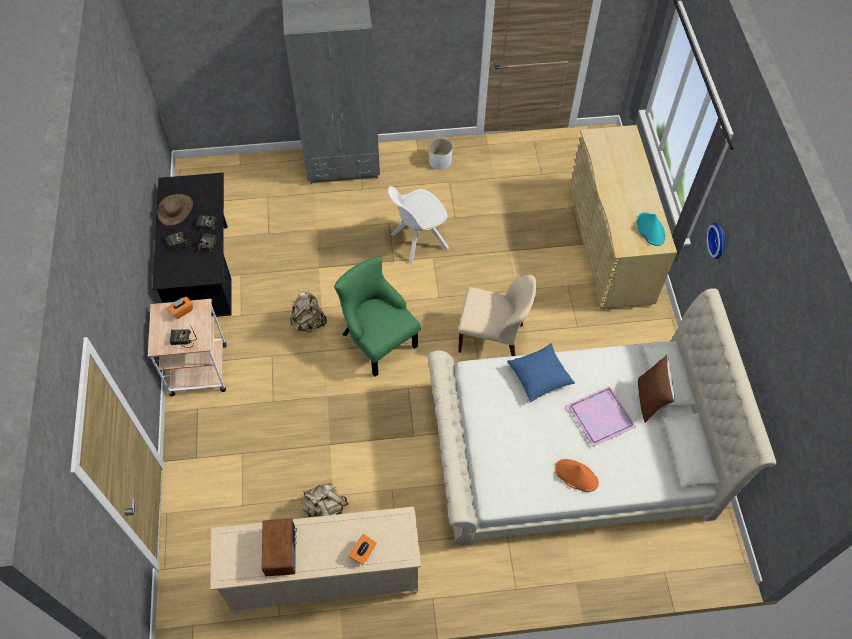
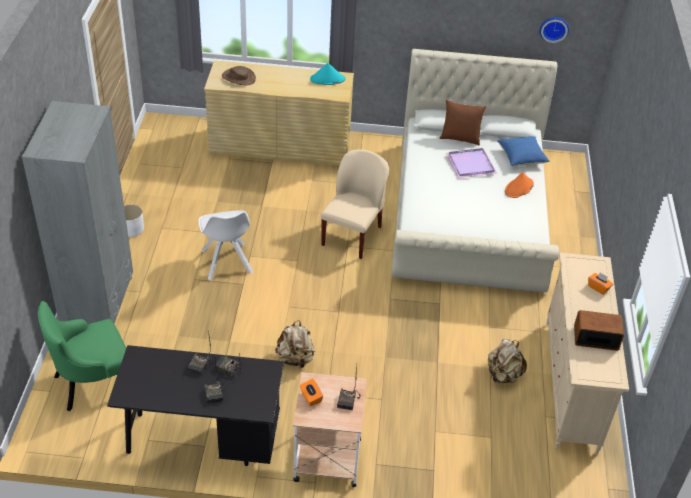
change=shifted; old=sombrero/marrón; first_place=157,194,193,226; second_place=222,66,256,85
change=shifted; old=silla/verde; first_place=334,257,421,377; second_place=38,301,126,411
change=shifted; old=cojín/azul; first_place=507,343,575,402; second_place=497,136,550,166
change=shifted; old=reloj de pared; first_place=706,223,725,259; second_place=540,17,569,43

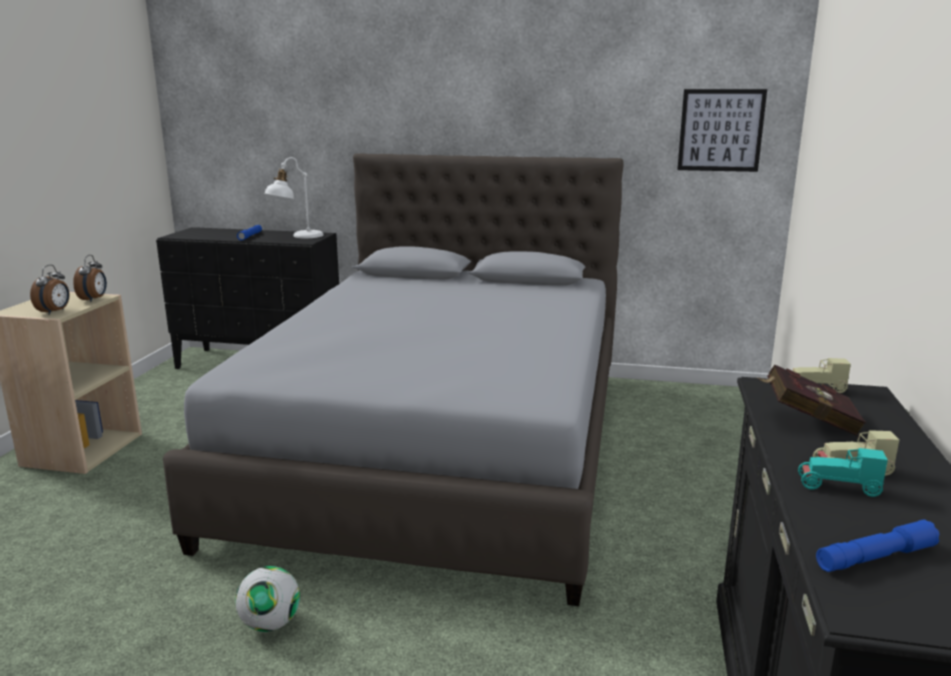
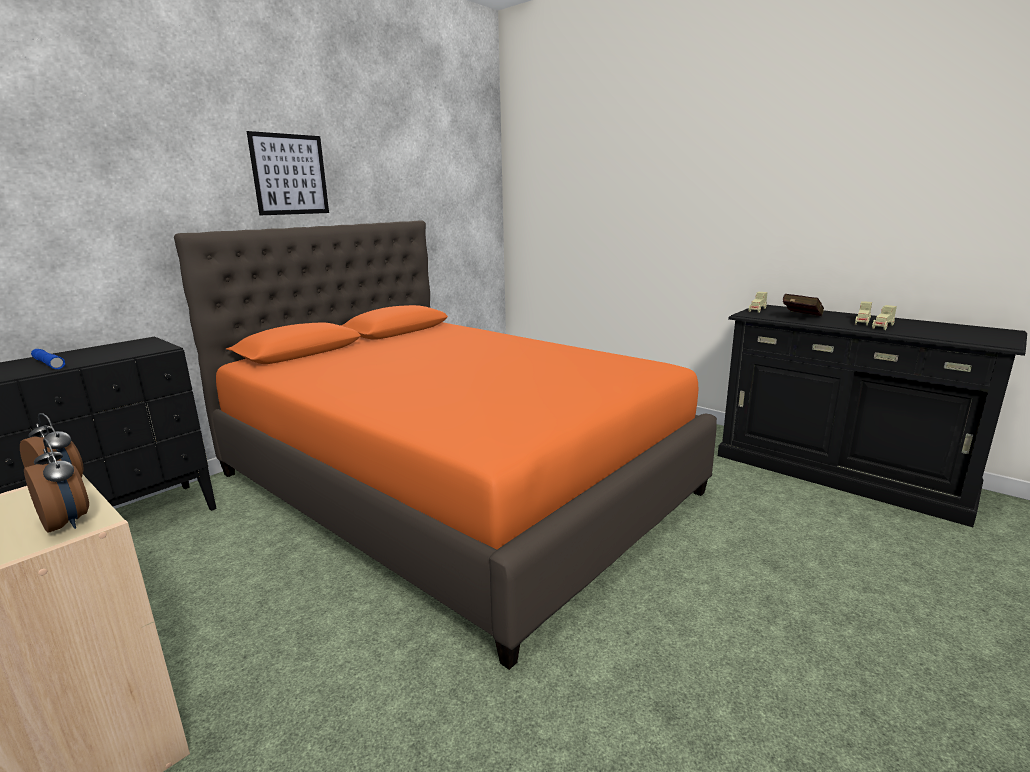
change=gone; old=balón de fútbol; first_place=235,566,300,632
change=gone; old=lámpara de mesa/blanco; first_place=264,157,323,238
change=gone; old=linterna/azul; first_place=816,520,940,572
change=shifted; old=cuadro; first_place=677,89,767,172; second_place=247,131,329,215
change=repainted; old=cama/gris; new=cama/naranja; first_place=163,153,624,606; second_place=174,220,717,670
change=repainted; old=coche de juguete/turquesa; new=coche de juguete/beis; first_place=798,448,888,497; second_place=872,305,897,330

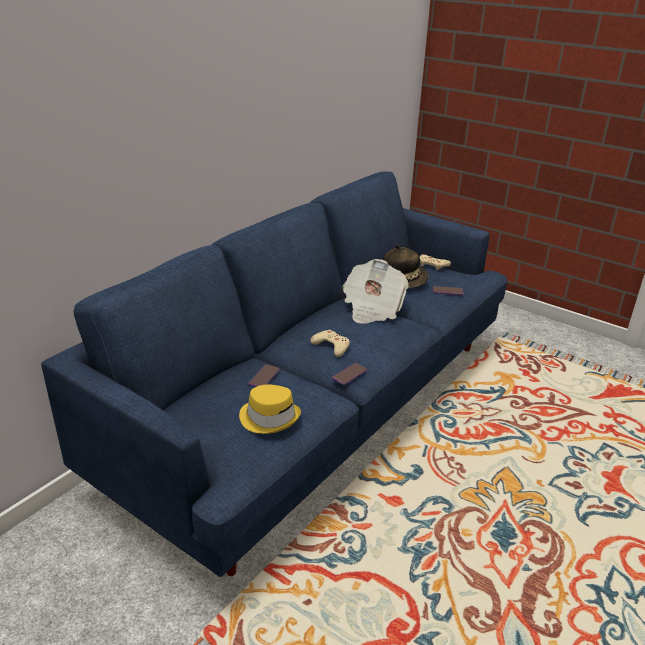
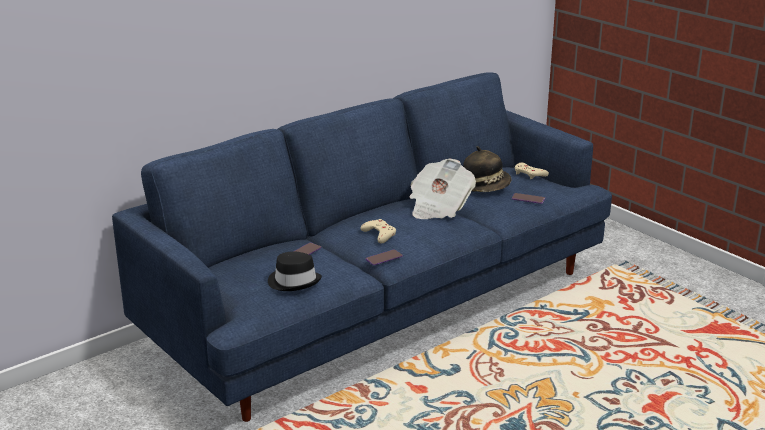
change=repainted; old=sombrero/amarillo; new=sombrero/negro; first_place=239,385,301,434; second_place=268,251,322,291

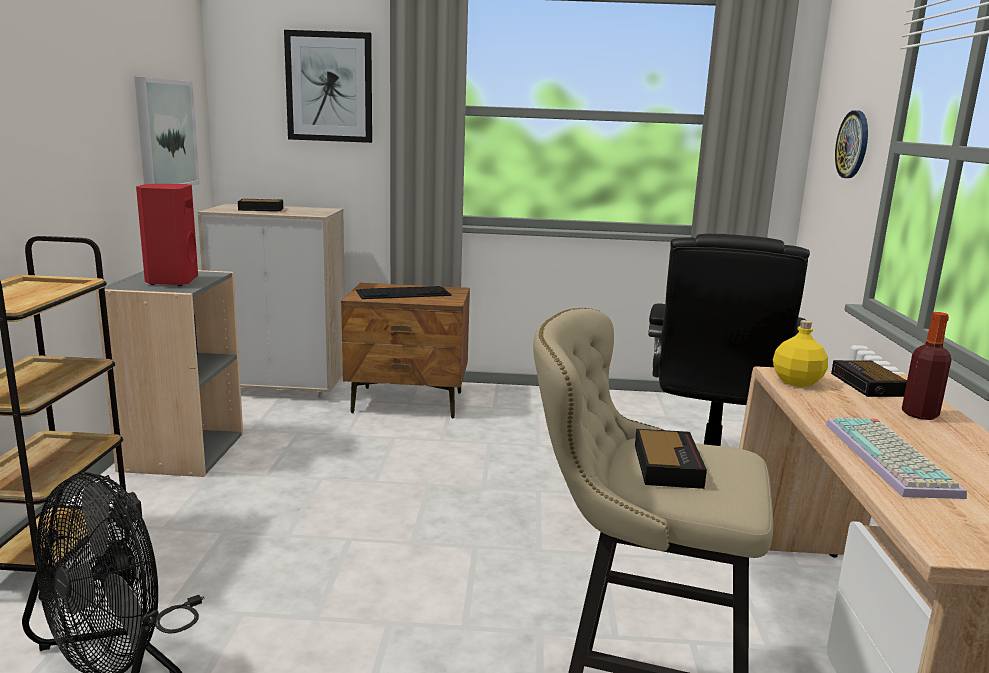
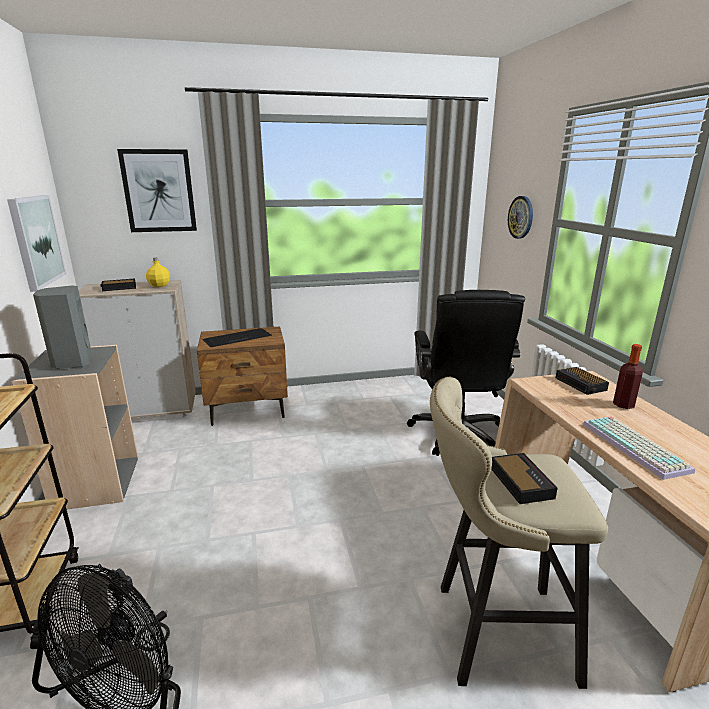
change=shifted; old=botella/amarillo; first_place=773,320,828,387; second_place=146,258,170,287
change=repainted; old=altavoz/rojo; new=altavoz/gris; first_place=136,184,198,286; second_place=33,285,92,369

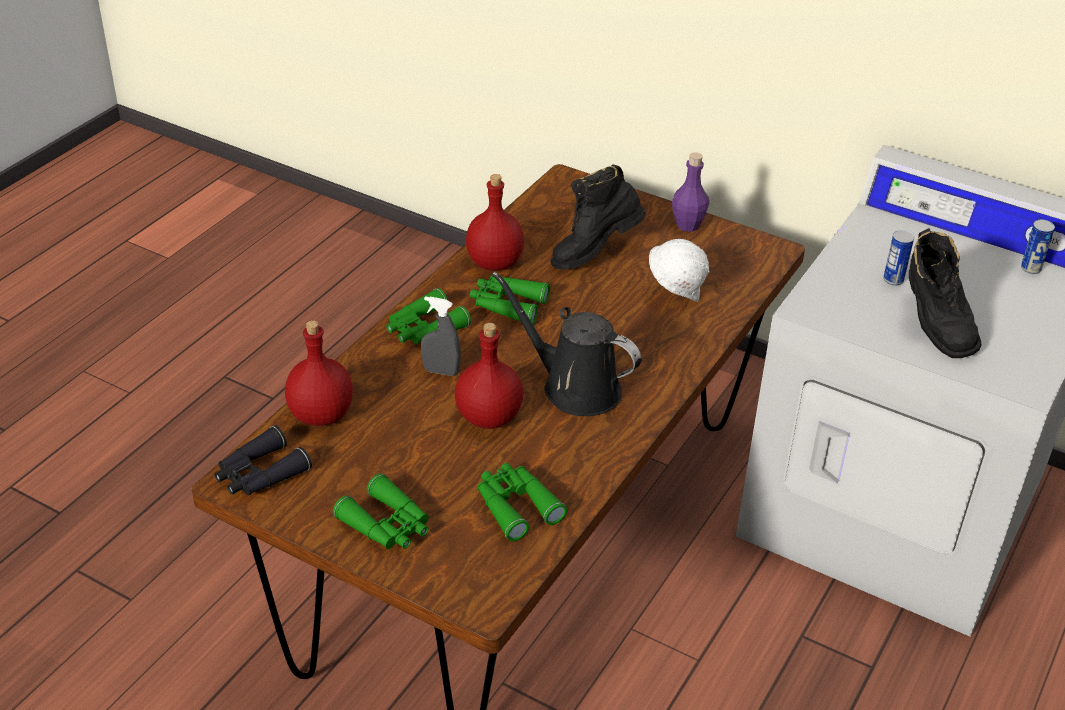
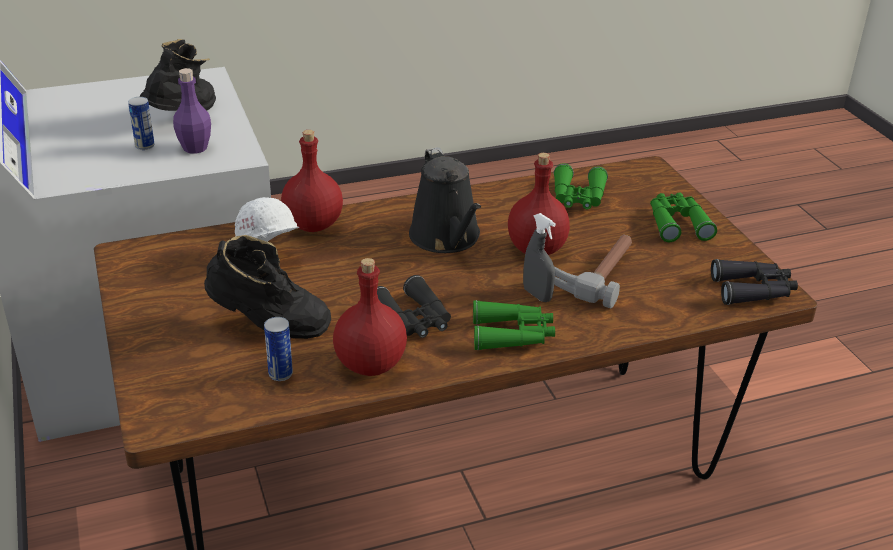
change=new; new=martillo; second_place=554,235,632,308
change=shifted; old=botella/rojo; first_place=285,320,353,426; second_place=281,130,343,232
change=shifted; old=botella/morado; first_place=672,152,709,232; second_place=173,68,211,154
change=shifted; old=lata; first_place=1021,220,1055,274; second_place=264,317,293,381
change=repainted; old=prismáticos/verde; new=prismáticos/negro; first_place=470,275,550,324; second_place=377,275,451,338

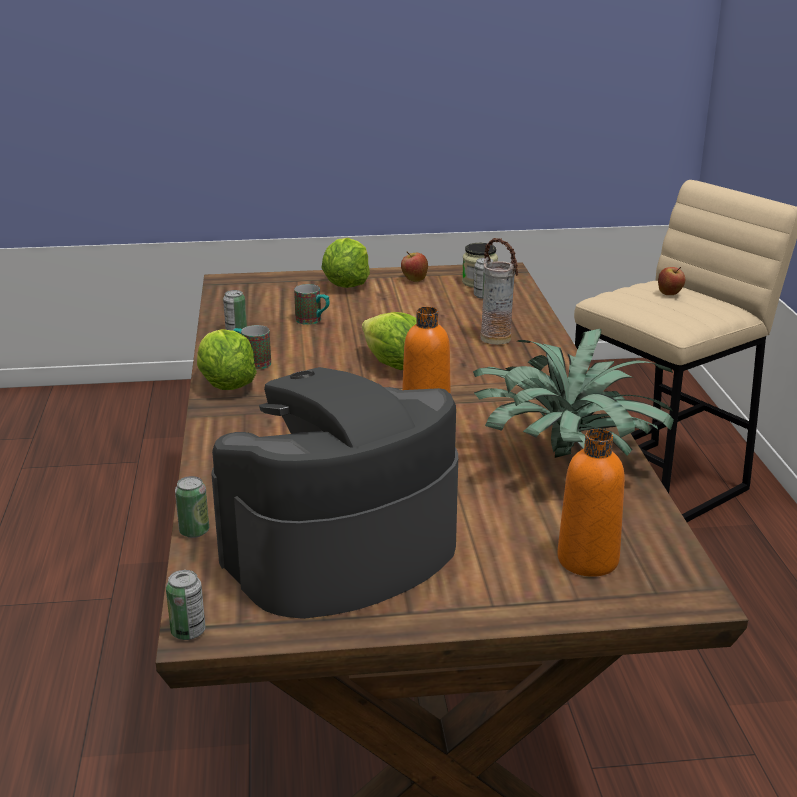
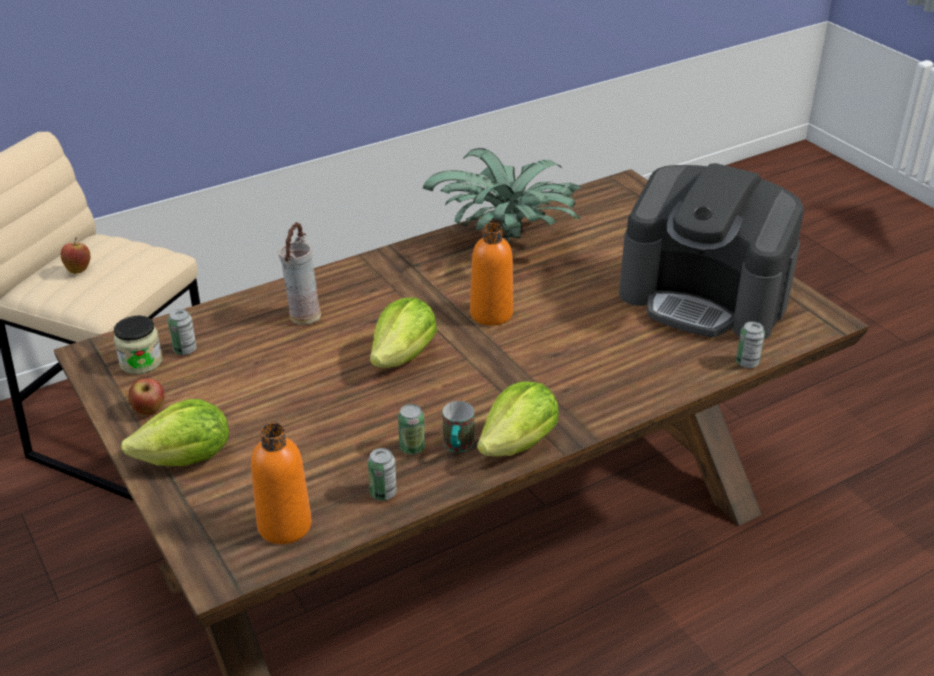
change=gone; old=taza grande; first_place=294,284,330,325
change=shifted; old=lata; first_place=166,570,205,640; second_place=398,404,425,455
change=shifted; old=botella/naranja; first_place=557,429,625,577; second_place=251,423,312,544

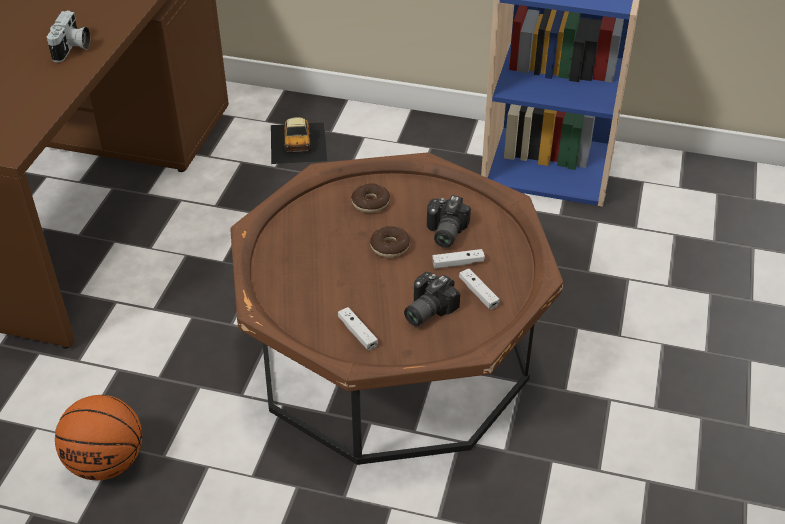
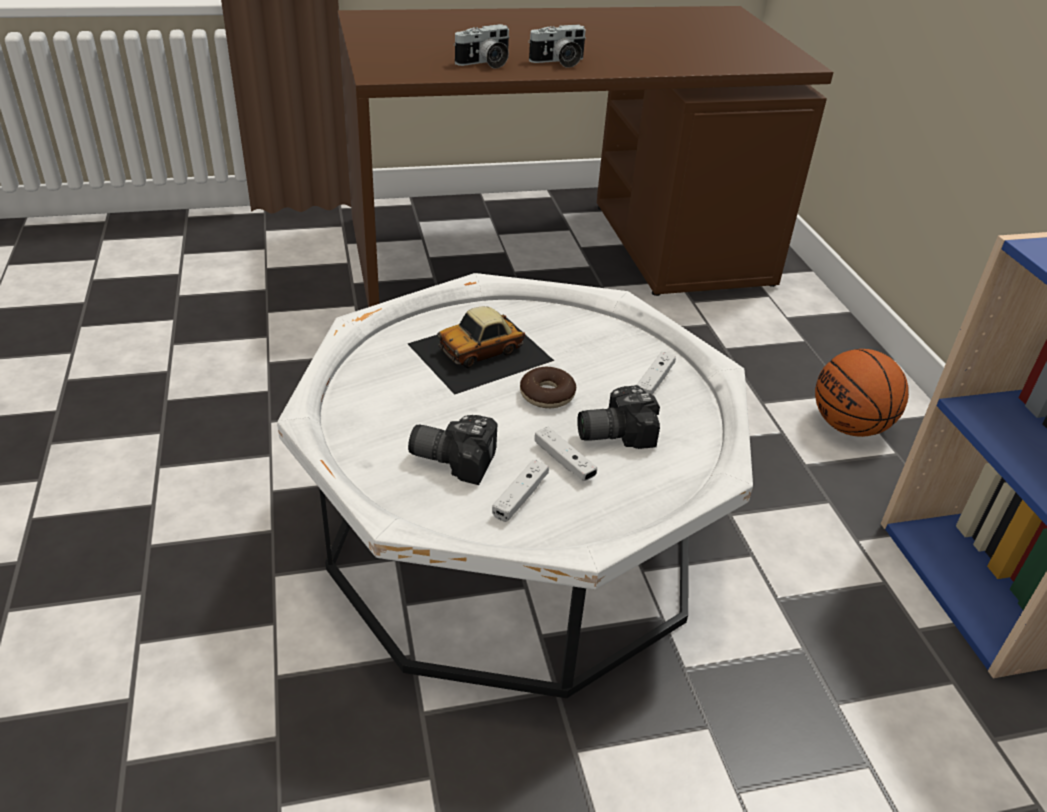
change=gone; old=rosquilla; first_place=351,183,390,213
change=new; new=cámara; second_place=453,24,509,69
change=shifted; old=balón de baloncesto; first_place=55,395,142,480; second_place=815,349,909,437
change=shifted; old=coche de juguete; first_place=271,117,327,164; second_place=408,306,554,395
change=shifted; old=mando de consola/blanco; first_place=338,307,378,350; second_place=637,352,676,394
change=repainted; old=mesa de centro/marrón; new=mesa de centro/blanco; first_place=230,152,563,465; second_place=277,273,753,698

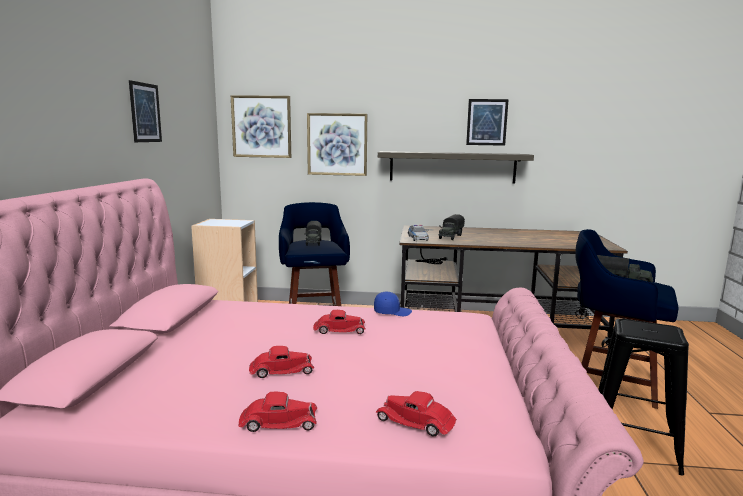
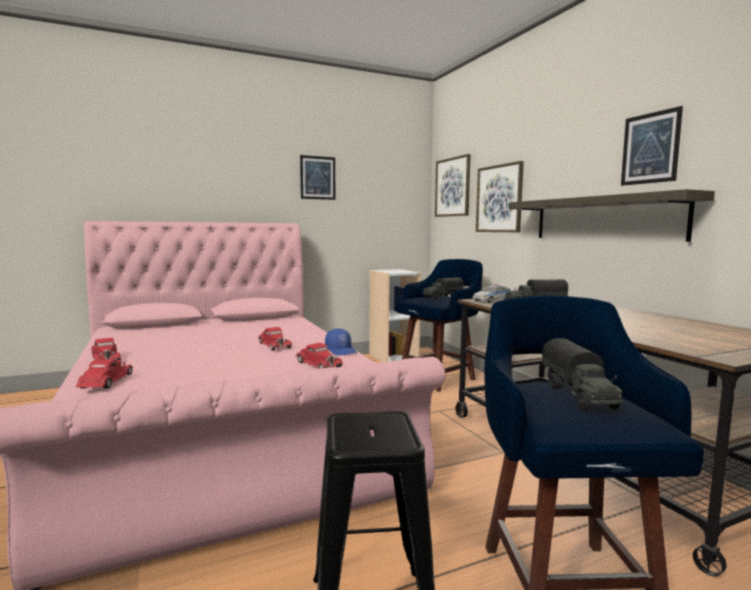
change=shifted; old=coche de juguete/rojo; first_place=249,346,314,378; second_place=295,343,343,369

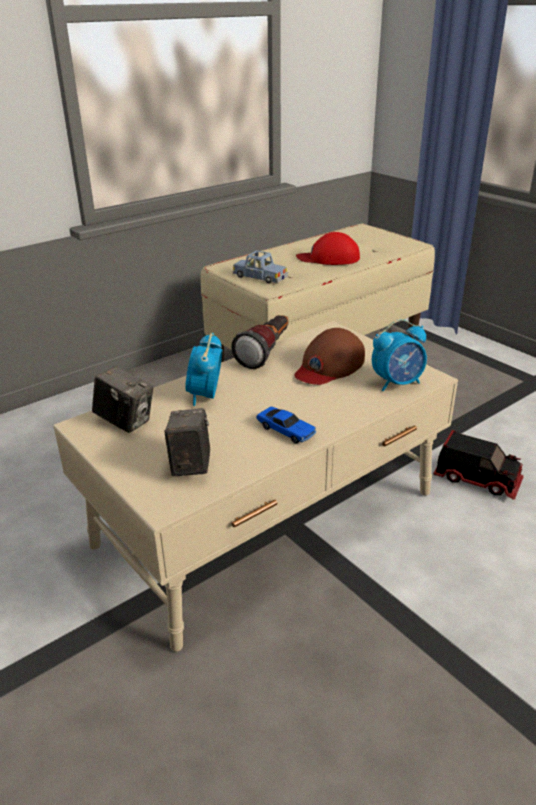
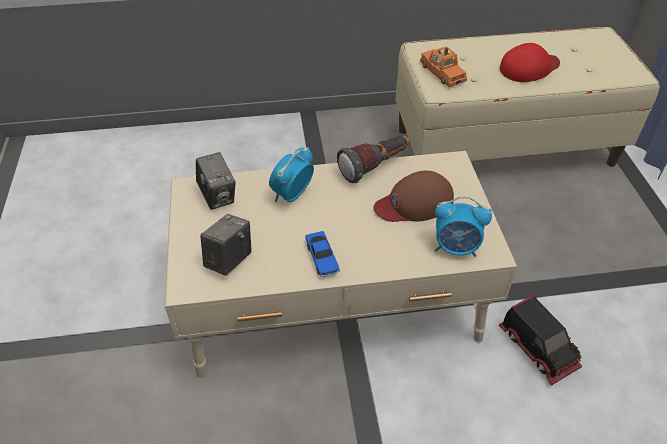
change=repainted; old=coche de juguete/azul; new=coche de juguete/naranja; first_place=233,250,288,283; second_place=420,46,467,87
change=rotated; old=gorra/rojo; first_place=296,232,360,265; second_place=500,43,560,82; degrees=120

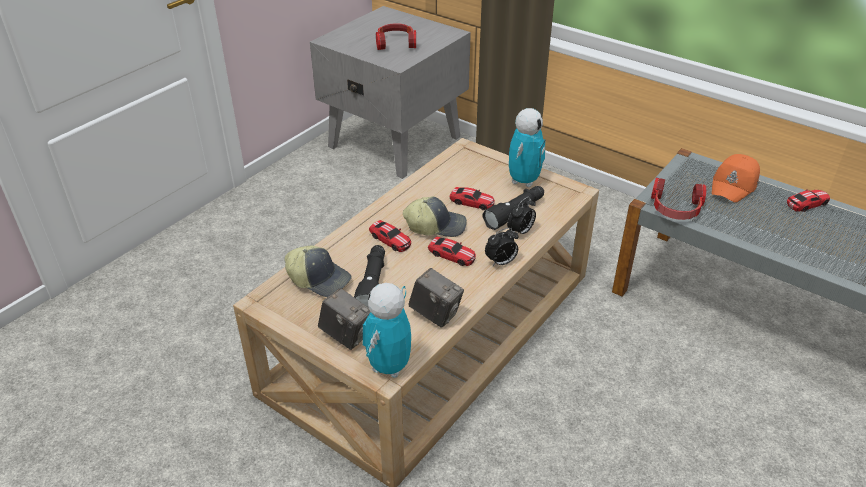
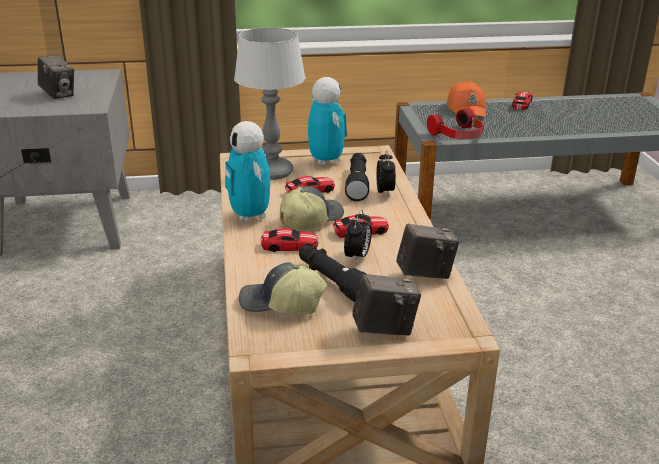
change=new; new=lámpara de mesa; second_place=234,27,306,180
change=shifted; old=robot de juguete; first_place=362,283,411,378; second_place=225,121,270,222
change=shifted; old=despertador; first_place=485,228,518,266; second_place=344,209,372,263
change=swapped; old=auriculares; new=cámara; first_place=376,23,416,50; second_place=38,55,74,99
change=rotated; old=gorra; first_place=285,245,352,297; second_place=239,262,327,315; degrees=-150

